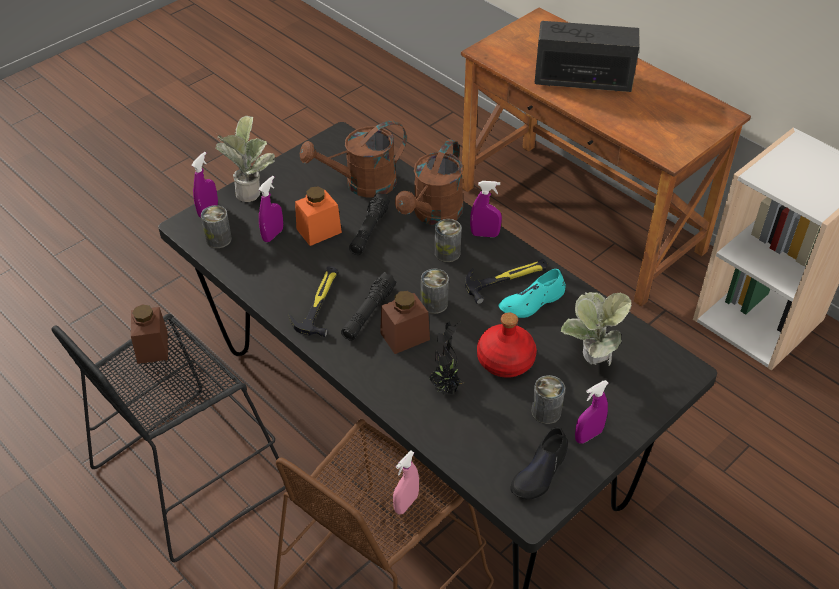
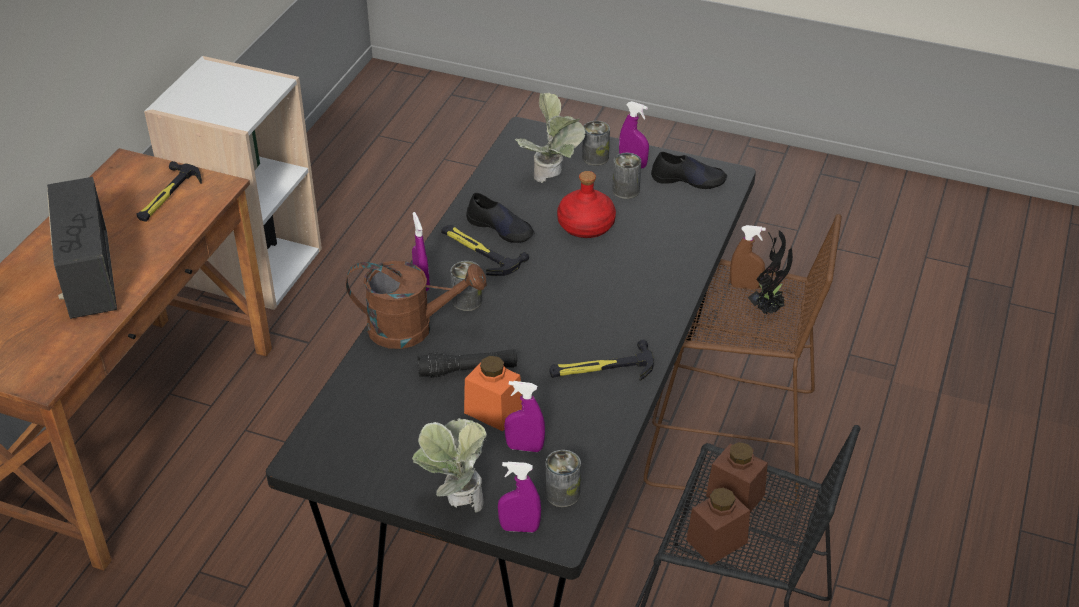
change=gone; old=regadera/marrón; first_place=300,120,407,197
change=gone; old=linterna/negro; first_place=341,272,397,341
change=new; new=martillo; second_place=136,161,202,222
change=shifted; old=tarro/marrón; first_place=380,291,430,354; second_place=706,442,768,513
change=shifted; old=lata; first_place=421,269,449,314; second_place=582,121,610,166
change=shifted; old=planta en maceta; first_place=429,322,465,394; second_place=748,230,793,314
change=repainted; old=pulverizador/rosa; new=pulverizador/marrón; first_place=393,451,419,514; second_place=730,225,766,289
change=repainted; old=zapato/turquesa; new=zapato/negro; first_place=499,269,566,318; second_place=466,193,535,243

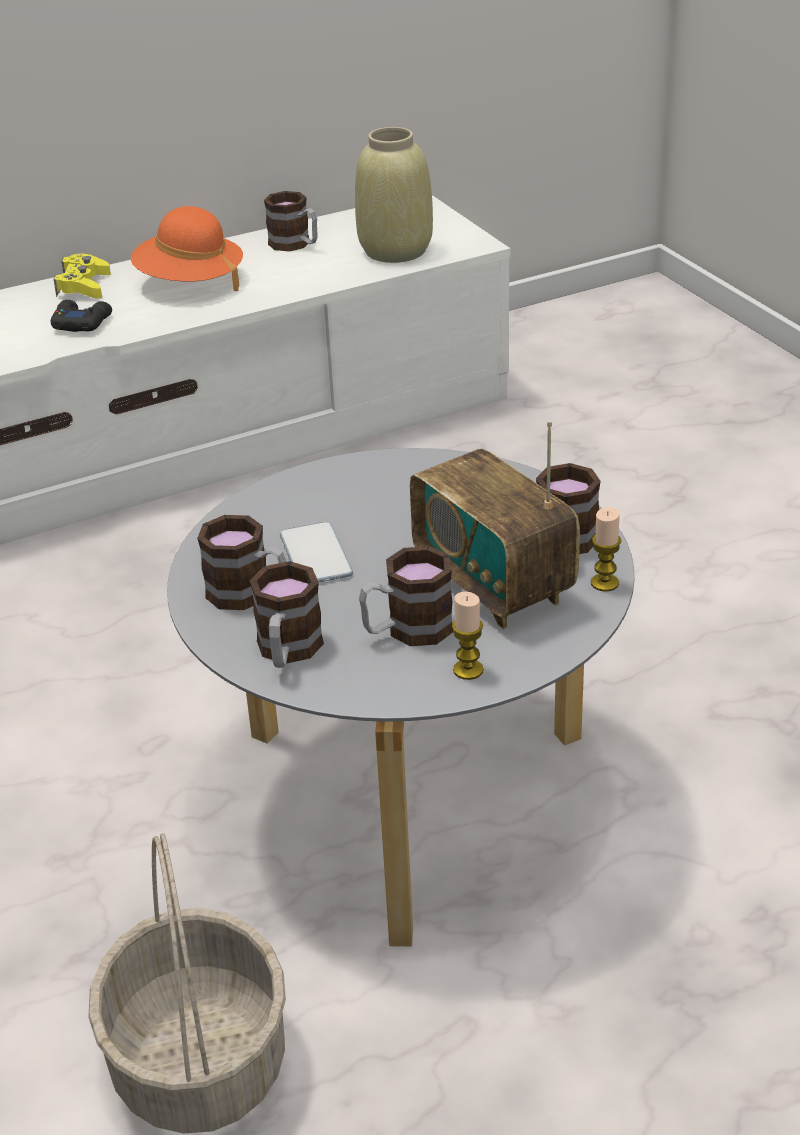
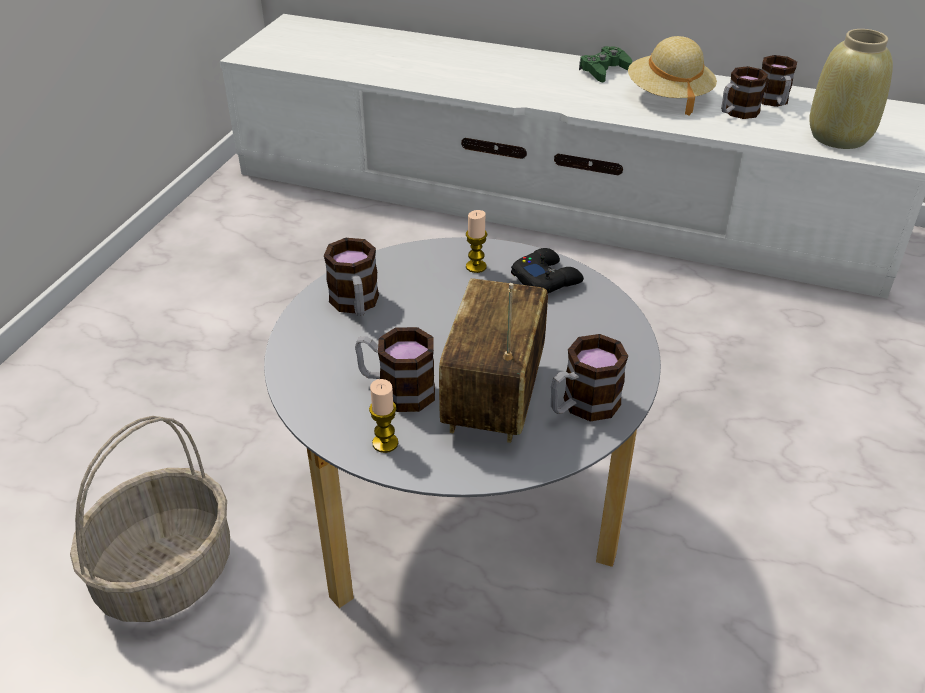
change=gone; old=móvil; first_place=280,522,353,582
change=shifted; old=mando de consola/negro; first_place=51,300,112,332; second_place=511,248,584,293
change=shifted; old=taza grande; first_place=250,561,324,668; second_place=721,66,768,119
change=shifted; old=vela; first_place=591,507,622,591; second_place=466,210,487,273
change=repainted; old=mando de consola/amarillo; new=mando de consola/verde; first_place=54,254,111,299; second_place=579,46,632,82
change=repainted; old=sombrero/naranja; new=sombrero/beis; first_place=131,206,243,291; second_place=628,36,717,116

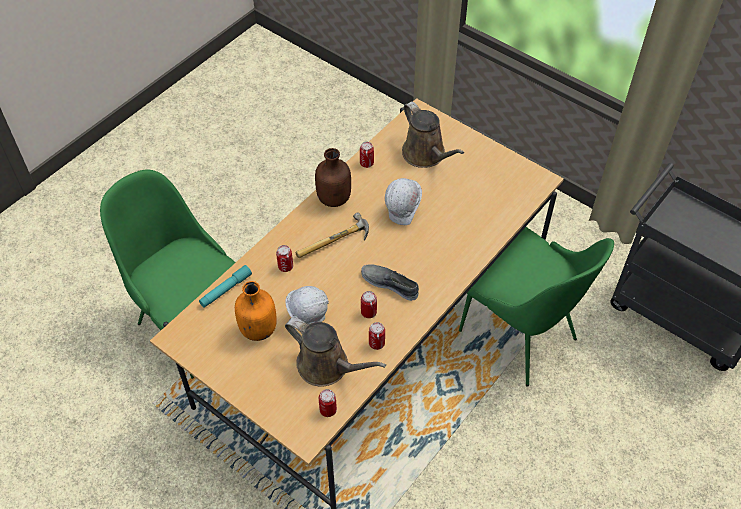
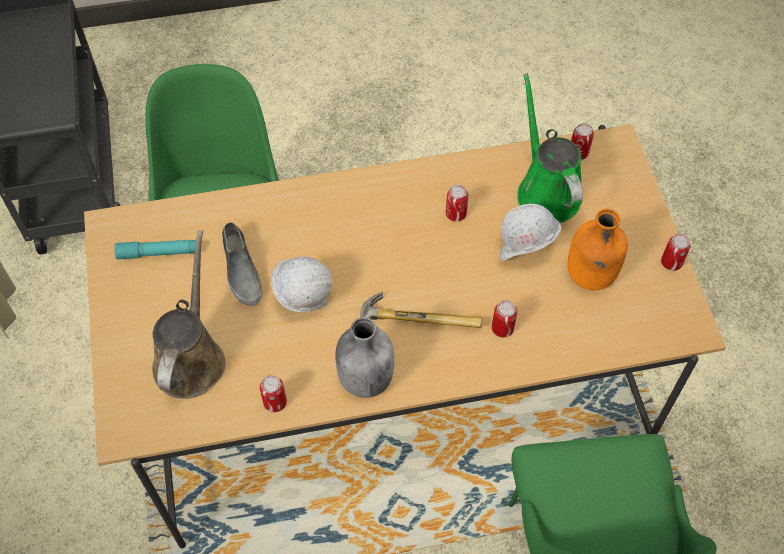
change=shifted; old=linterna/turquesa; first_place=199,265,252,308; second_place=115,240,196,259
change=shifted; old=zapato/gris; first_place=361,264,419,301; second_place=222,222,262,306
change=shifted; old=lata; first_place=369,322,385,350; second_place=661,234,691,271
change=repainted; old=regadera/marrón; new=regadera/verde; first_place=285,317,386,387; second_place=517,73,583,223
change=repainted; old=botella/marrón; new=botella/gris; first_place=315,148,351,207; second_place=335,317,394,398

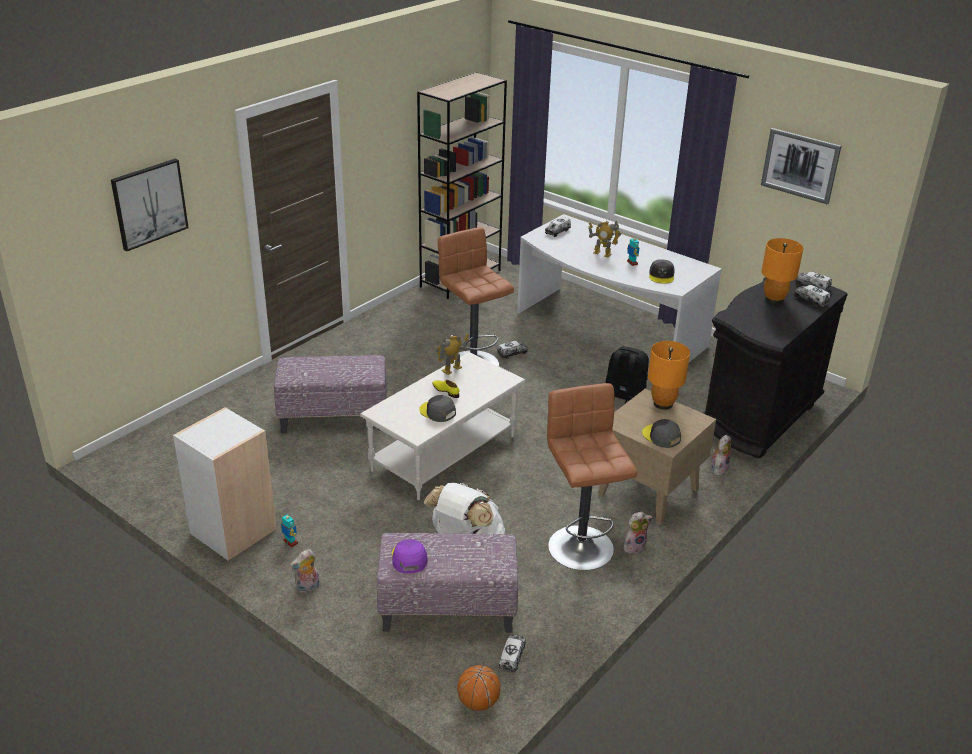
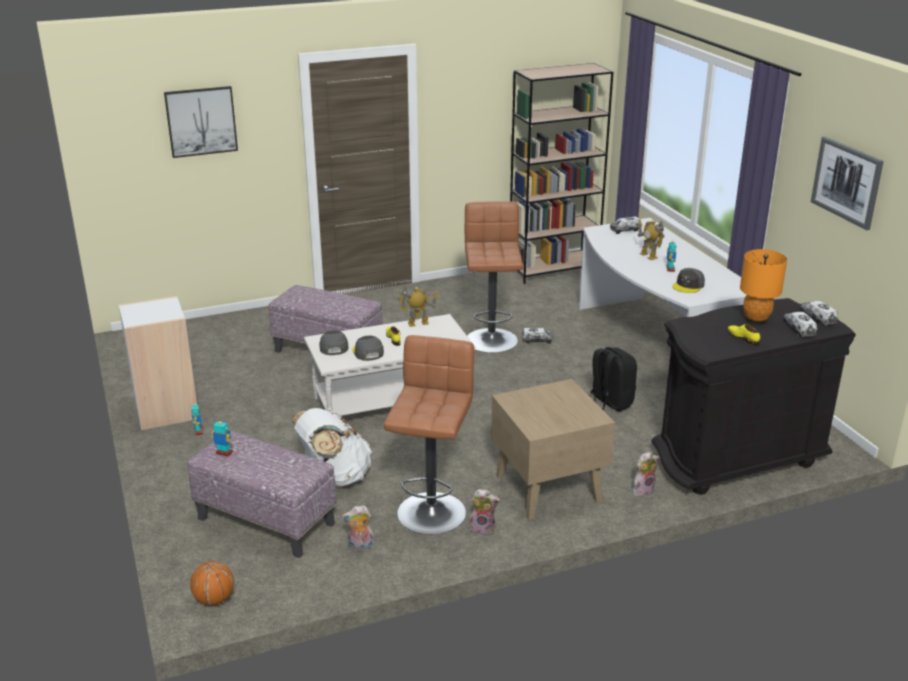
change=gone; old=camión de juguete; first_place=498,634,526,673
change=gone; old=lámpara de mesa/naranja; first_place=648,341,690,410
change=new; new=zapato/amarillo; second_place=728,324,760,346
change=shifted; old=peluche; first_place=289,549,320,593; second_place=342,505,374,551
change=shifted; old=gorra/gris; first_place=642,419,681,448; second_place=319,331,348,355
change=swapped; old=gorra/morado; new=robot de juguete; first_place=392,539,427,573; second_place=211,418,233,457

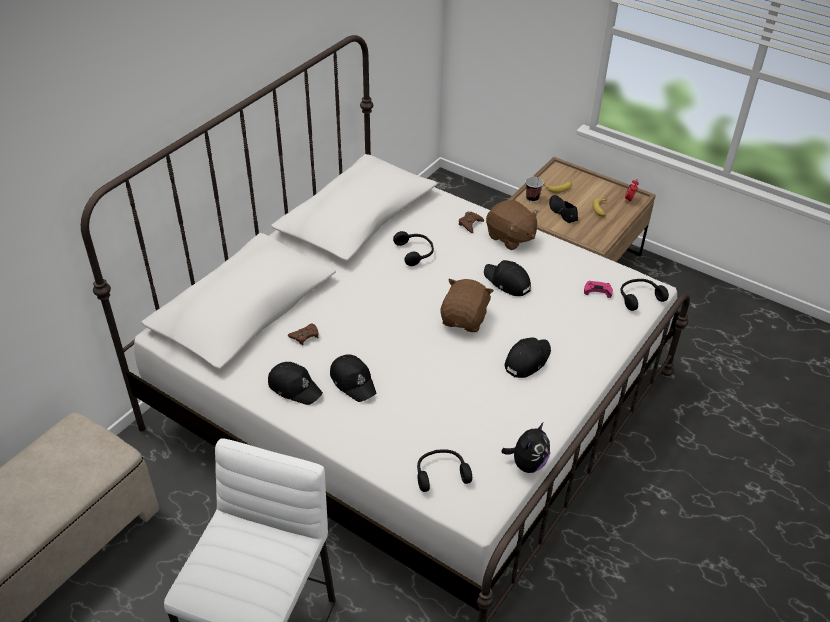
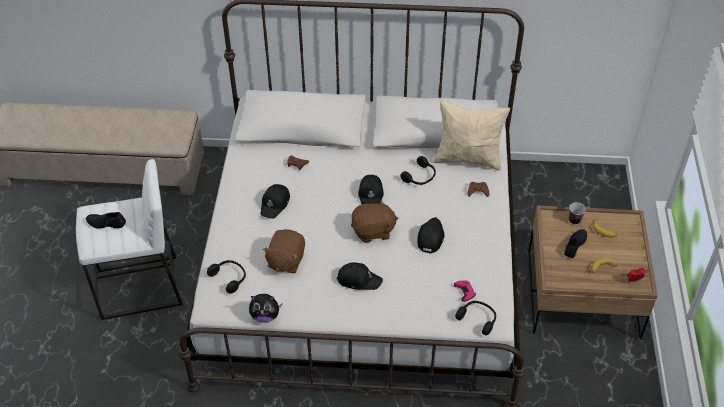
change=new; new=zapato/negro; second_place=86,212,126,228
change=new; new=cojín/beis; second_place=434,101,510,171
change=shifted; old=gorra/negro; first_place=268,362,323,405; second_place=358,175,384,204
change=shifted; old=peluche/marrón; first_place=486,200,539,250; second_place=262,229,305,273

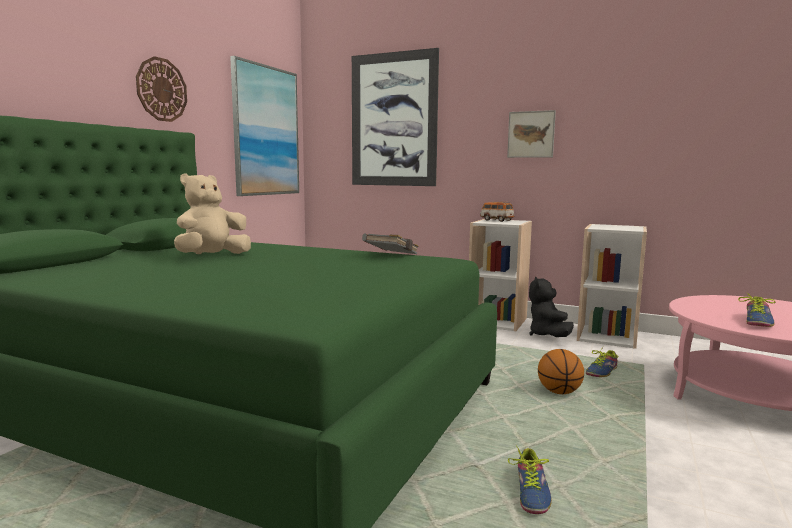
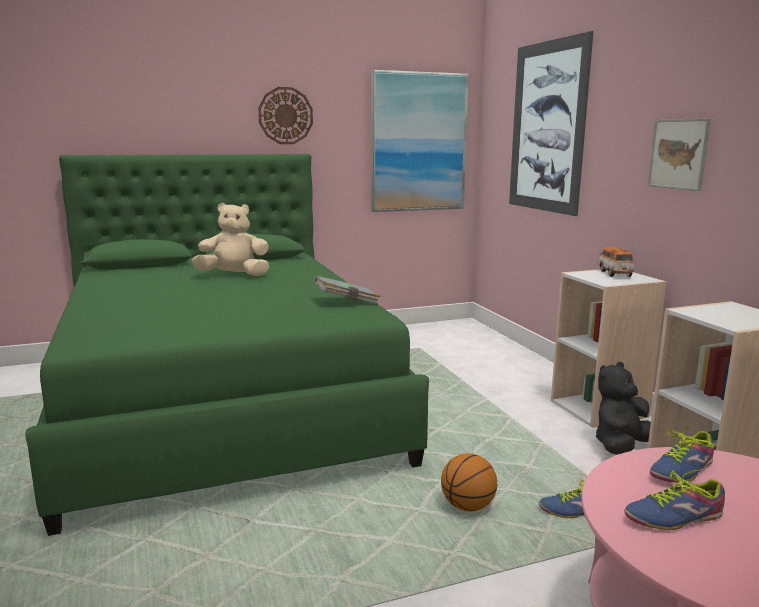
change=shifted; old=zapato; first_place=508,445,552,514; second_place=650,423,715,483

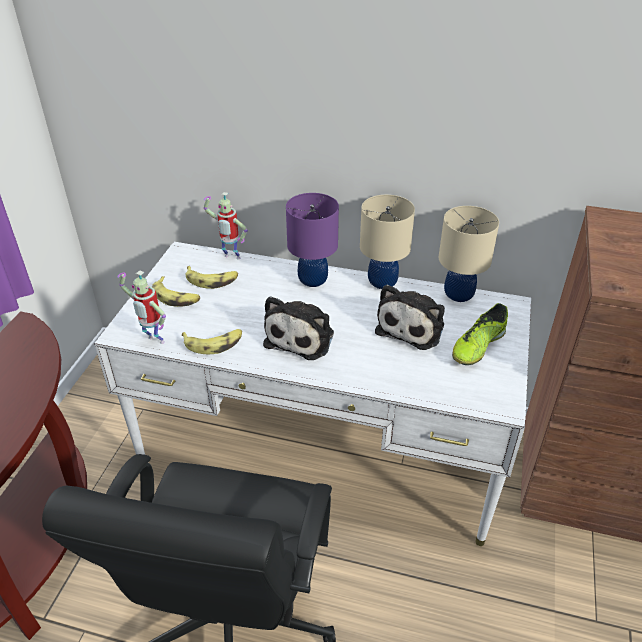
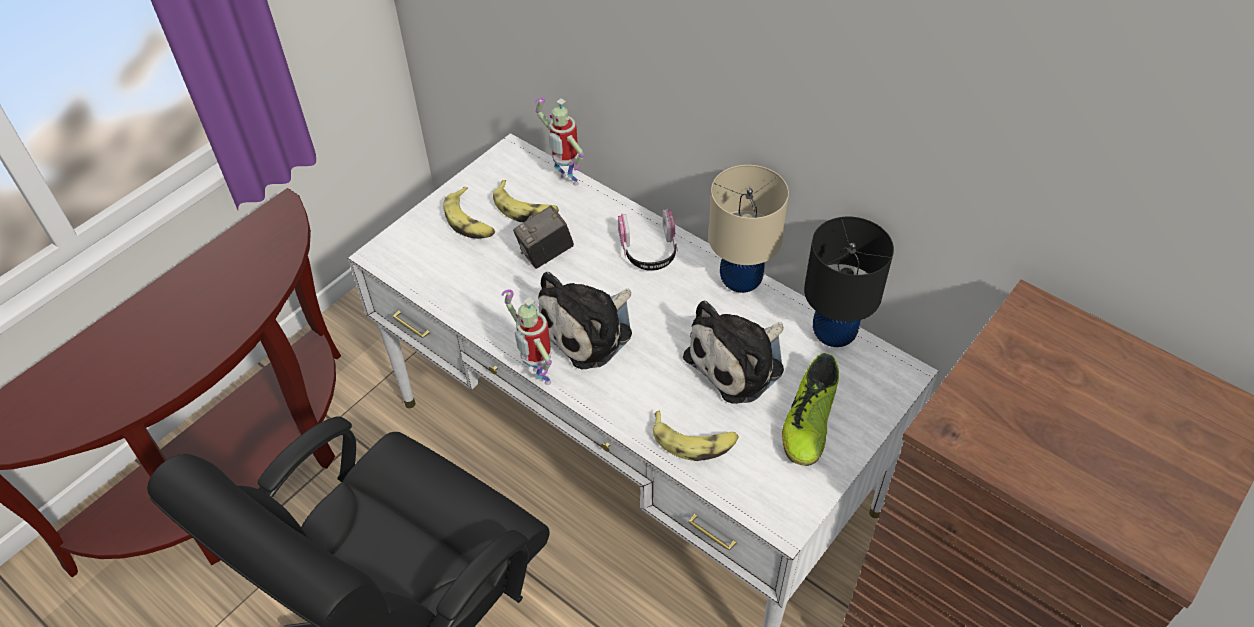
change=new; new=cámara; second_place=513,206,574,269
change=shifted; old=robot de juguete; first_place=117,271,166,344; second_place=502,290,552,385
change=shifted; old=plátano; first_place=182,329,242,354; second_place=653,411,738,461
change=swapped; old=lámpara de mesa/morado; new=auriculares; first_place=286,193,339,287; second_place=618,209,678,271
change=repainted; old=lámpara de mesa/beis; new=lámpara de mesa/negro; first_place=439,206,499,302; second_place=804,217,894,347
change=rotated; old=zapato; first_place=452,303,508,365; second_place=782,353,839,466; degrees=-45

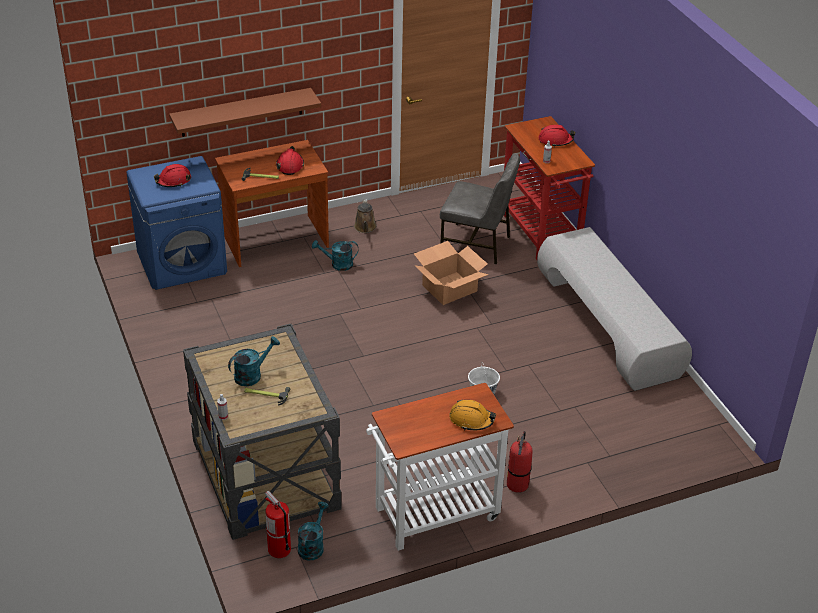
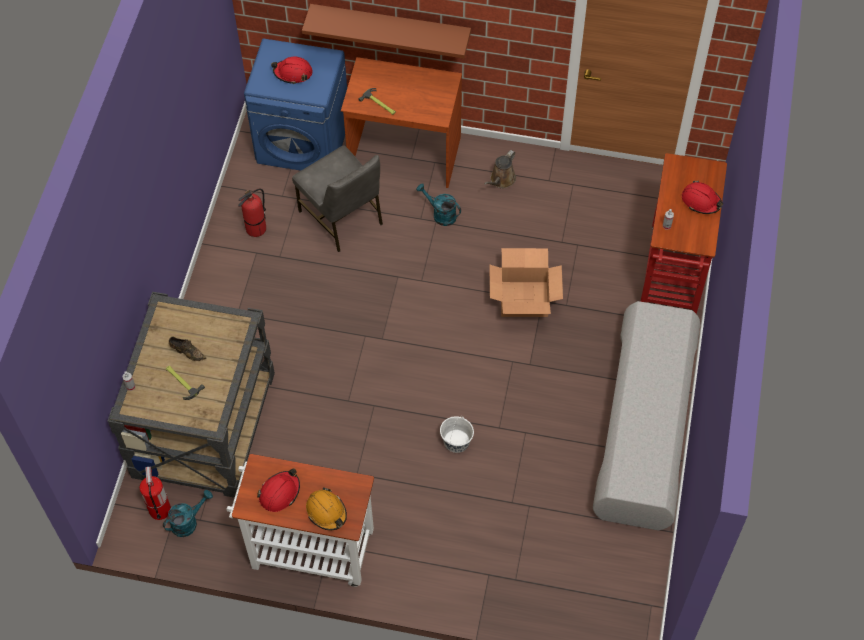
change=shifted; old=casco/rojo; first_place=276,146,304,175; second_place=257,468,300,512
change=shifted; old=silla/gris; first_place=440,153,520,264; second_place=292,146,383,252
change=shifted; old=extintor; first_place=507,431,532,493; second_place=238,188,266,237
change=swapped; old=regadera/turquesa; new=zapato/marrón; first_place=228,336,280,386; second_place=169,336,206,361

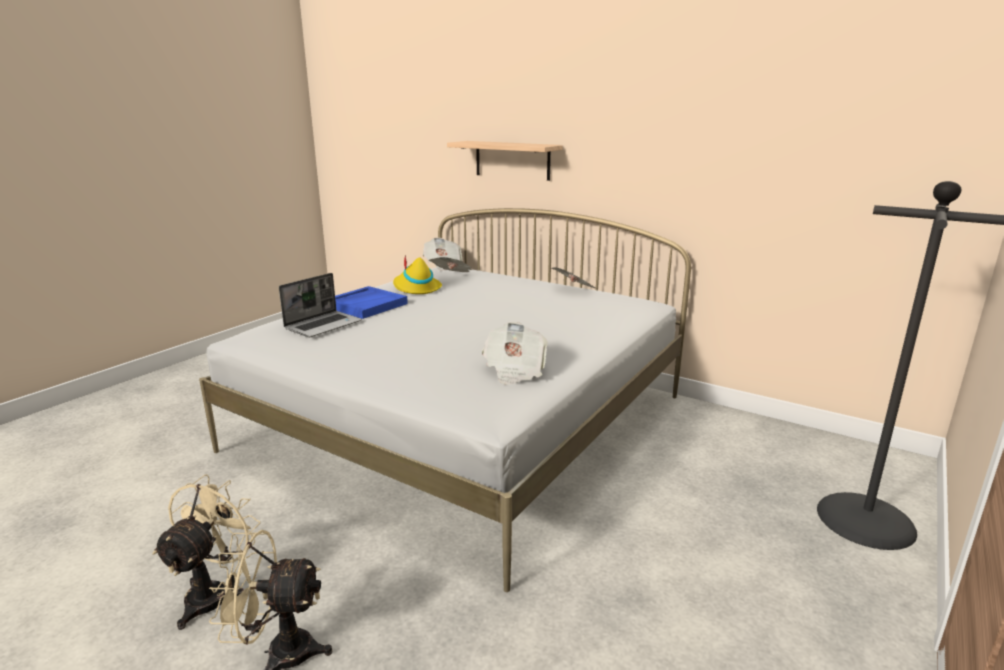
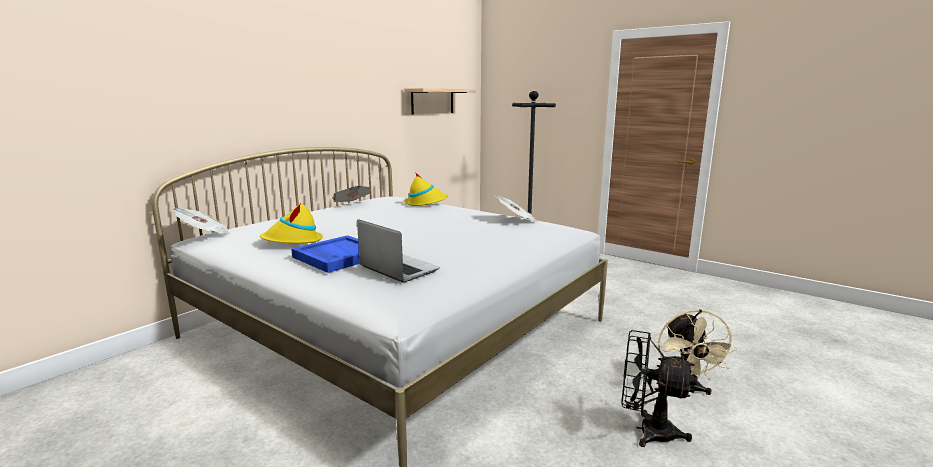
change=gone; old=periódico; first_place=429,257,472,272
change=new; new=sombrero/amarillo; second_place=404,172,447,206
change=shifted; old=estante; first_place=447,141,563,181; second_place=404,88,476,115
change=repainted; old=ventilador/beis; new=ventilador/negro; first_place=152,474,260,630; second_place=622,330,697,447

